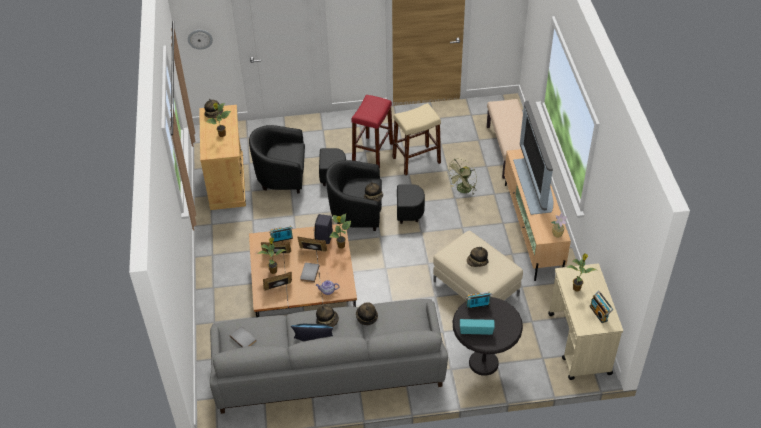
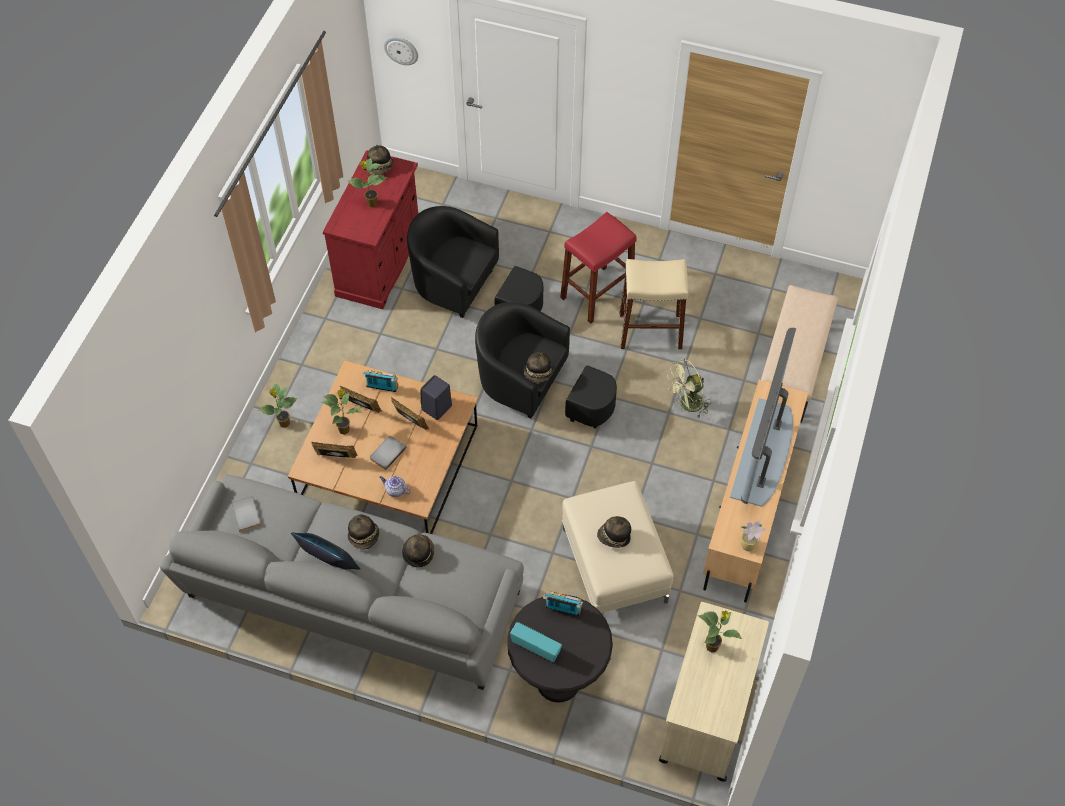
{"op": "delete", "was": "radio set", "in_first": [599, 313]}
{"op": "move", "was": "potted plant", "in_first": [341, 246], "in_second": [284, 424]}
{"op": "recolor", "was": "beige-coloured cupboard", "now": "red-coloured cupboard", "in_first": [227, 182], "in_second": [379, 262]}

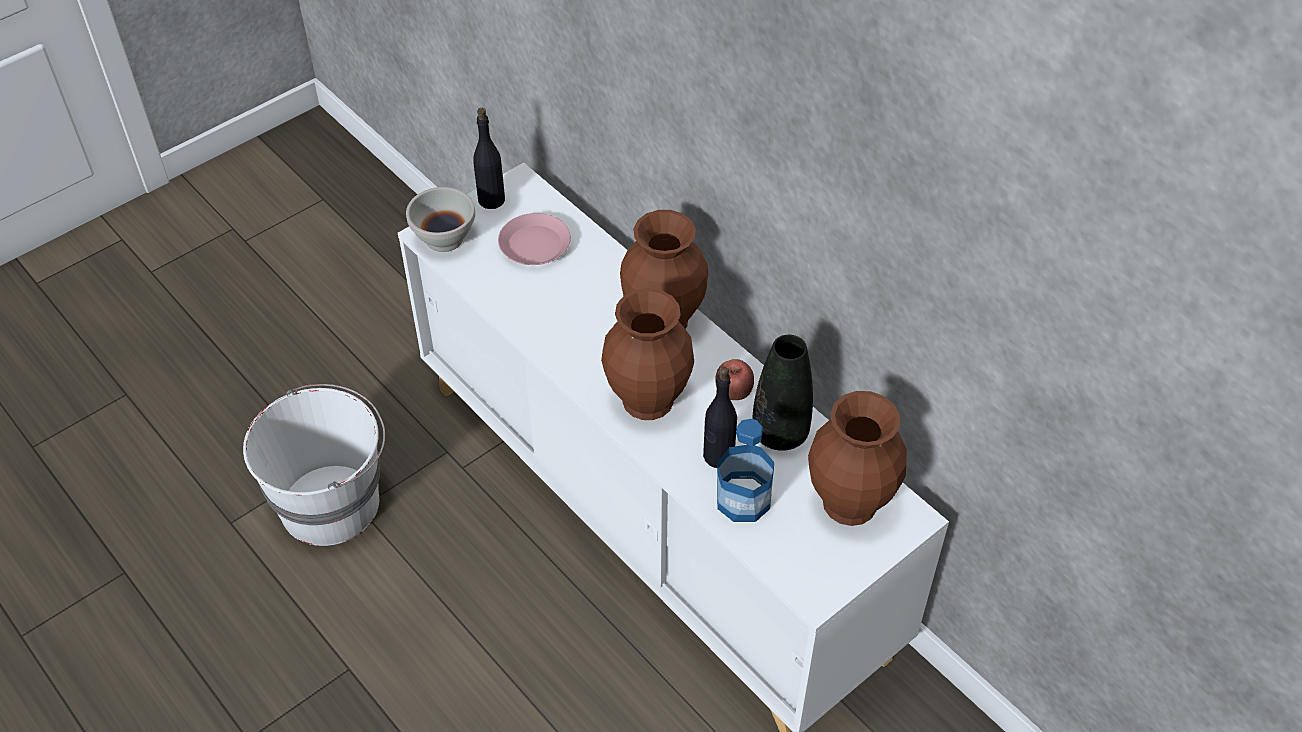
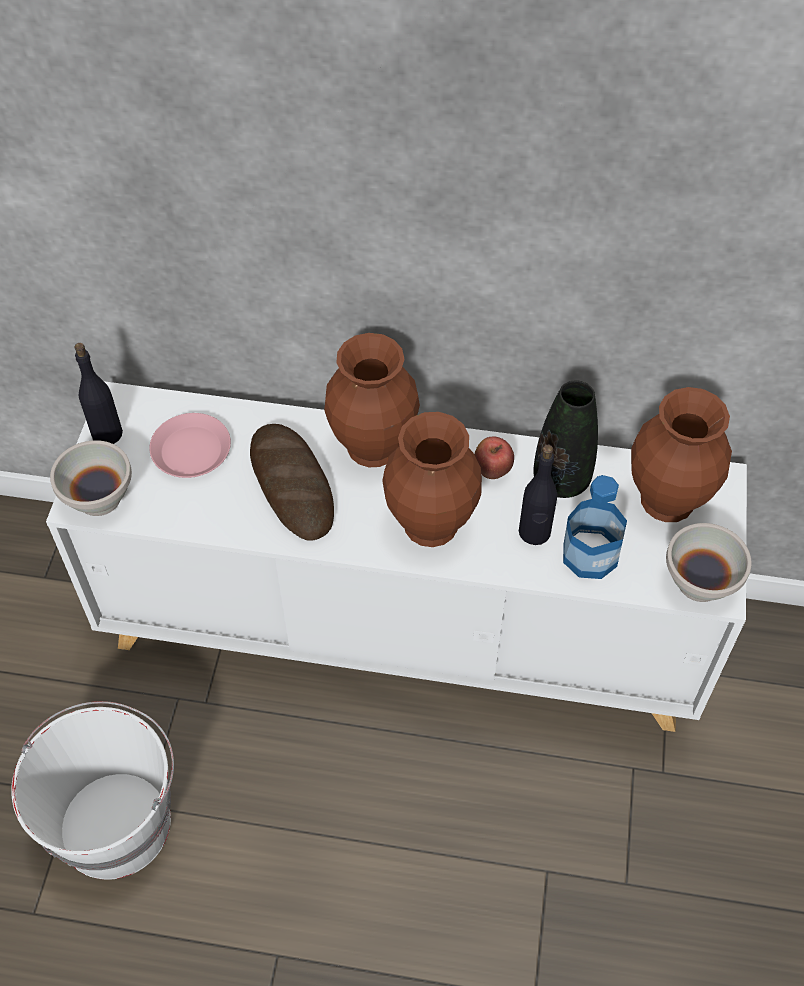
{"op": "insert", "now": "bakery bread", "in_second": [292, 485]}
{"op": "insert", "now": "whitish deep dish", "in_second": [698, 583]}

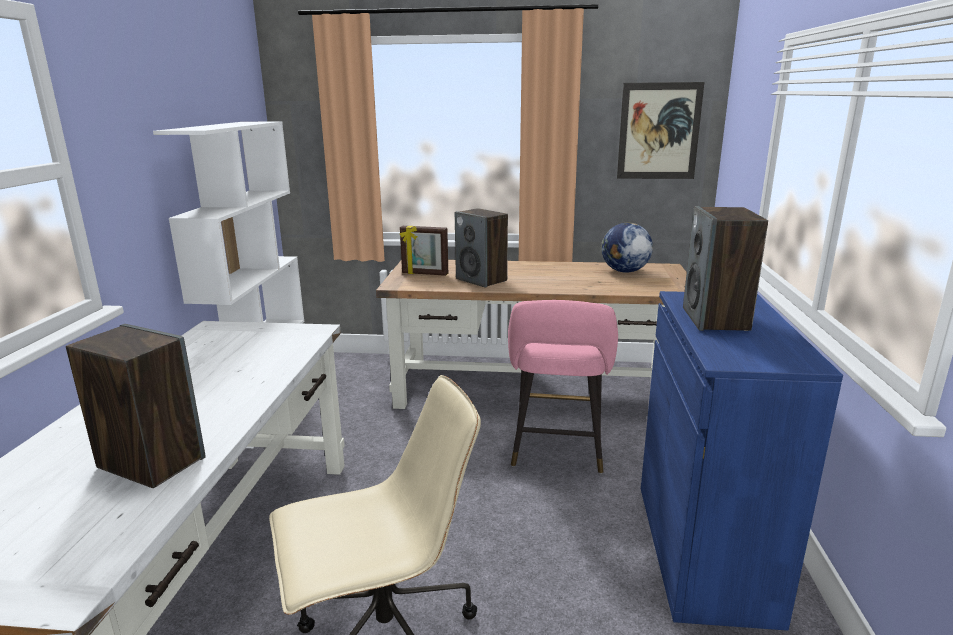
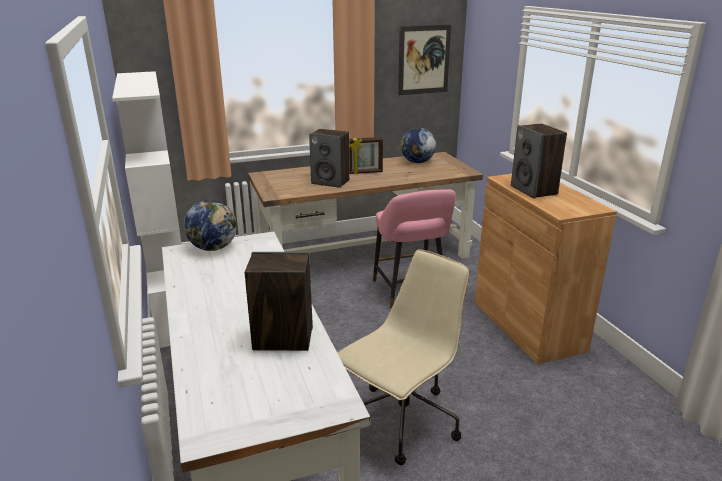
{"op": "insert", "now": "globe", "in_second": [213, 248]}
{"op": "move", "was": "standing frame", "in_first": [424, 274], "in_second": [365, 172]}
{"op": "recolor", "was": "blue-coloured cupboard", "now": "brownish cupboard", "in_first": [703, 549], "in_second": [528, 326]}

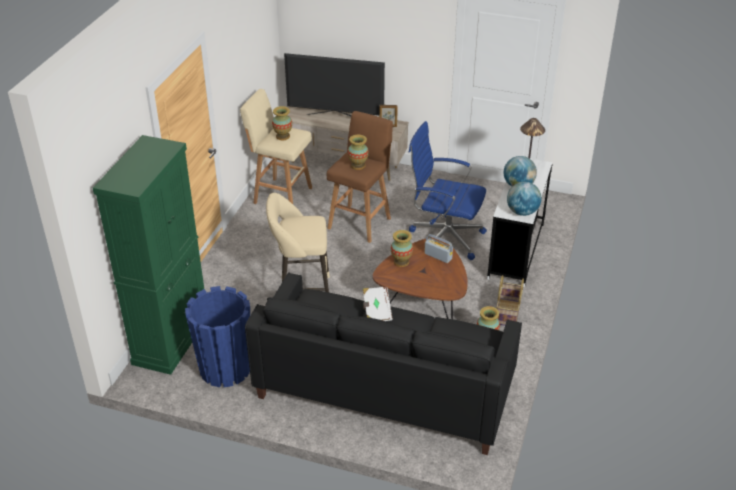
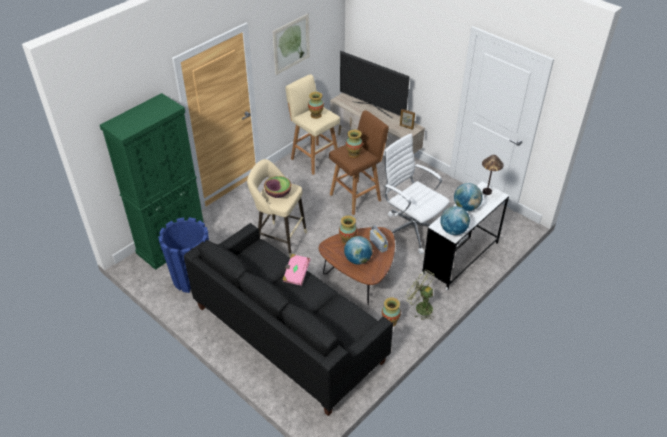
{"op": "insert", "now": "deep dish", "in_second": [278, 193]}
{"op": "insert", "now": "wall picture", "in_second": [291, 44]}
{"op": "insert", "now": "globe", "in_second": [358, 259]}
{"op": "replace", "was": "basket", "now": "green-coloured electric fan", "in_first": [508, 313], "in_second": [420, 307]}
{"op": "recolor", "was": "whitish volume", "now": "pink-coloured volume", "in_first": [376, 311], "in_second": [296, 274]}
{"op": "recolor", "was": "blue-coloured office chair", "now": "whitish office chair", "in_first": [444, 238], "in_second": [411, 229]}

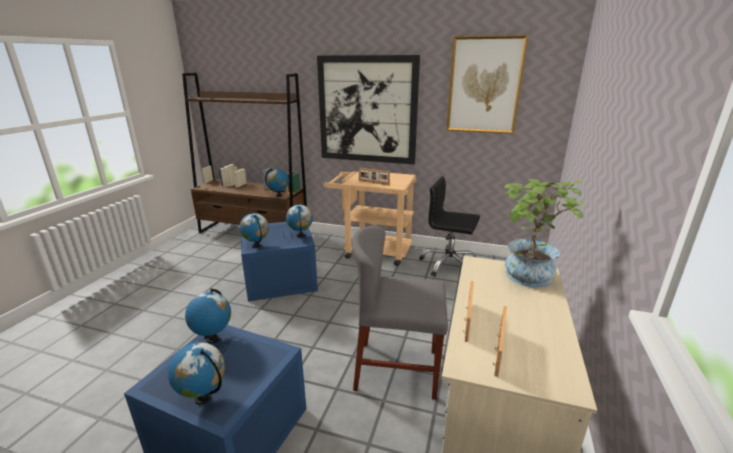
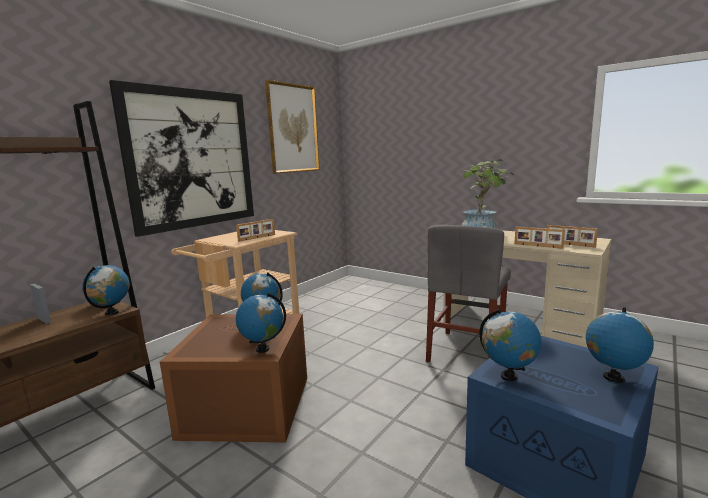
{"op": "delete", "was": "black-coloured office chair", "in_first": [449, 265]}
{"op": "recolor", "was": "blue-coloured storage bin", "now": "brownish storage bin", "in_first": [279, 278], "in_second": [245, 407]}

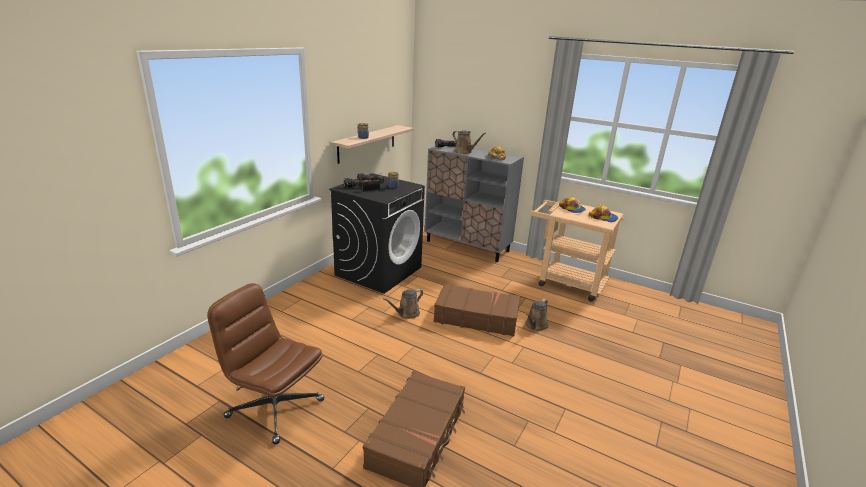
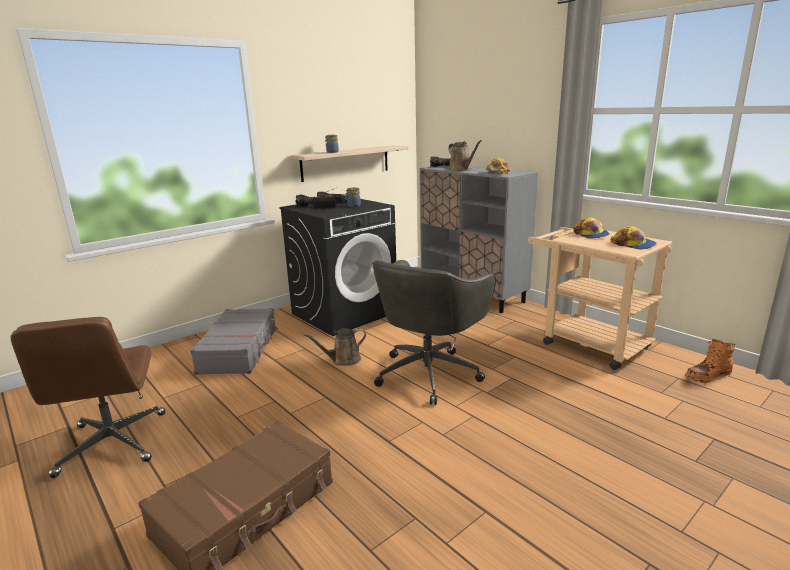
{"op": "delete", "was": "brownish watering pot", "in_first": [535, 326]}
{"op": "insert", "now": "grey piece of luggage", "in_second": [240, 350]}
{"op": "insert", "now": "orangey boot", "in_second": [707, 376]}
{"op": "replace", "was": "brownish piece of luggage", "now": "grey office chair", "in_first": [476, 317], "in_second": [429, 373]}
{"op": "rotate", "was": "brownish office chair", "in_first": [274, 408], "in_second": [113, 444], "clockwise": -150}

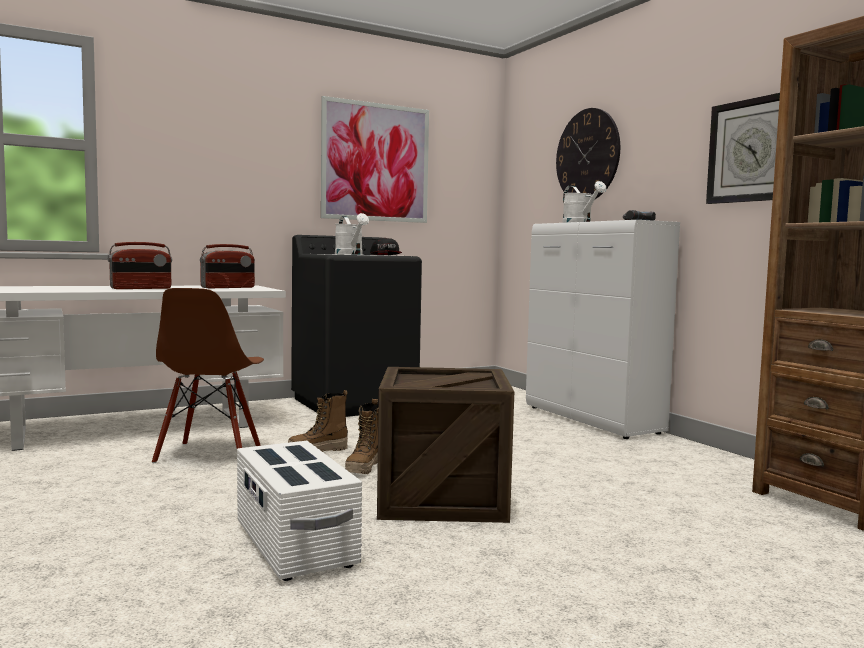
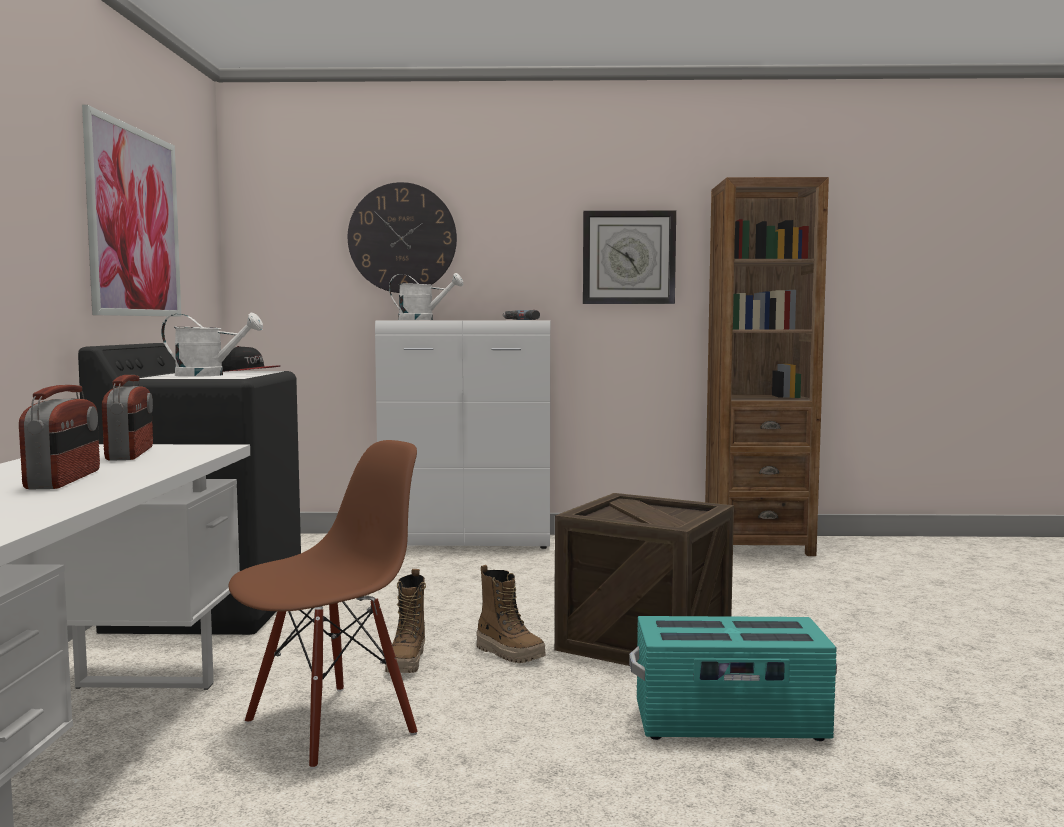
{"op": "recolor", "was": "whitish storage bin", "now": "turquoise-coloured storage bin", "in_first": [294, 544], "in_second": [730, 723]}
{"op": "rotate", "was": "brownish plain chair", "in_first": [210, 455], "in_second": [330, 726], "clockwise": -75}

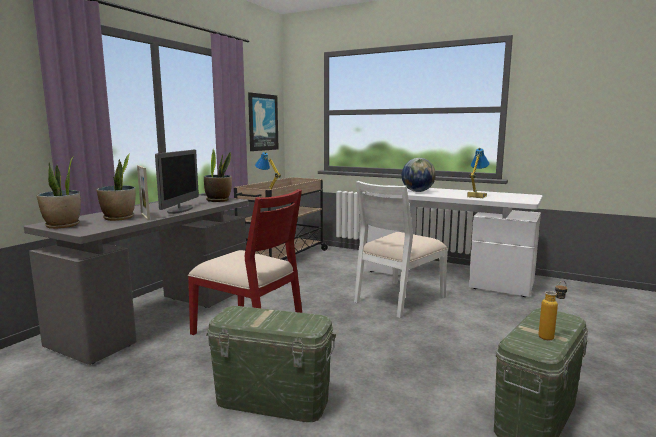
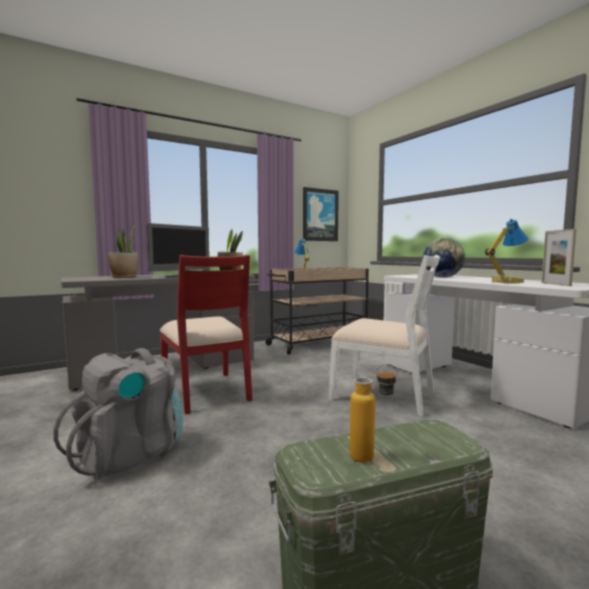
{"op": "delete", "was": "potted plant", "in_first": [63, 226]}
{"op": "move", "was": "standing frame", "in_first": [145, 217], "in_second": [555, 284]}
{"op": "replace", "was": "green-coloured storage bin", "now": "grey rucksack", "in_first": [272, 400], "in_second": [130, 454]}
{"op": "rotate", "was": "whitish plain chair", "in_first": [398, 299], "in_second": [383, 395], "clockwise": -135}

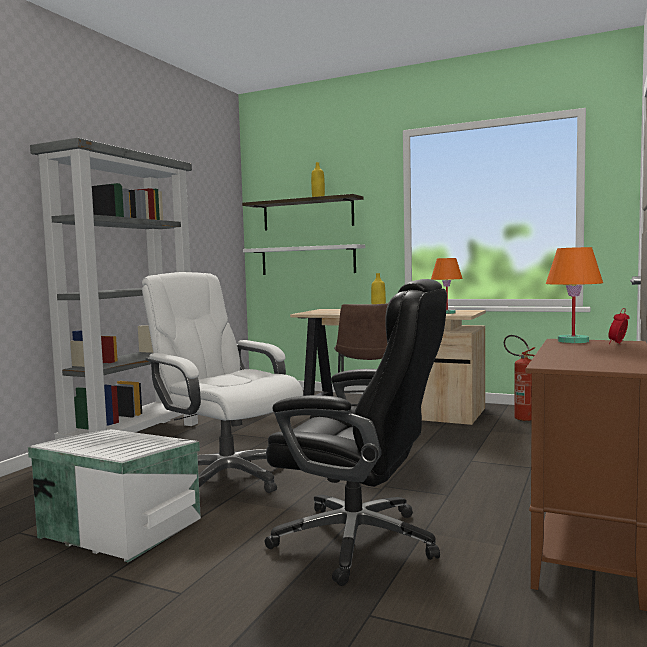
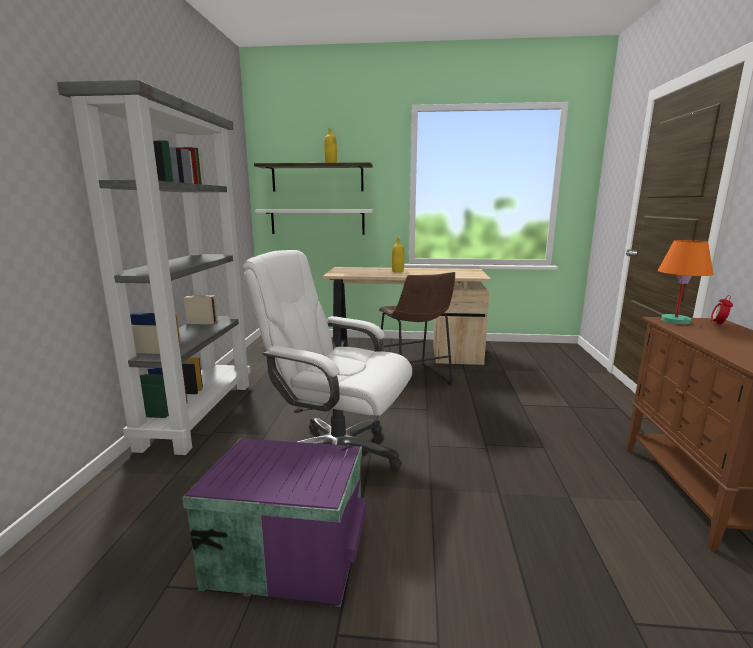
{"op": "delete", "was": "black-coloured office chair", "in_first": [359, 541]}
{"op": "delete", "was": "orangey lamp for a table", "in_first": [446, 313]}
{"op": "delete", "was": "fire extinguisher", "in_first": [519, 417]}
{"op": "recolor", "was": "whitish storage bin", "now": "purple storage bin", "in_first": [121, 526], "in_second": [287, 549]}

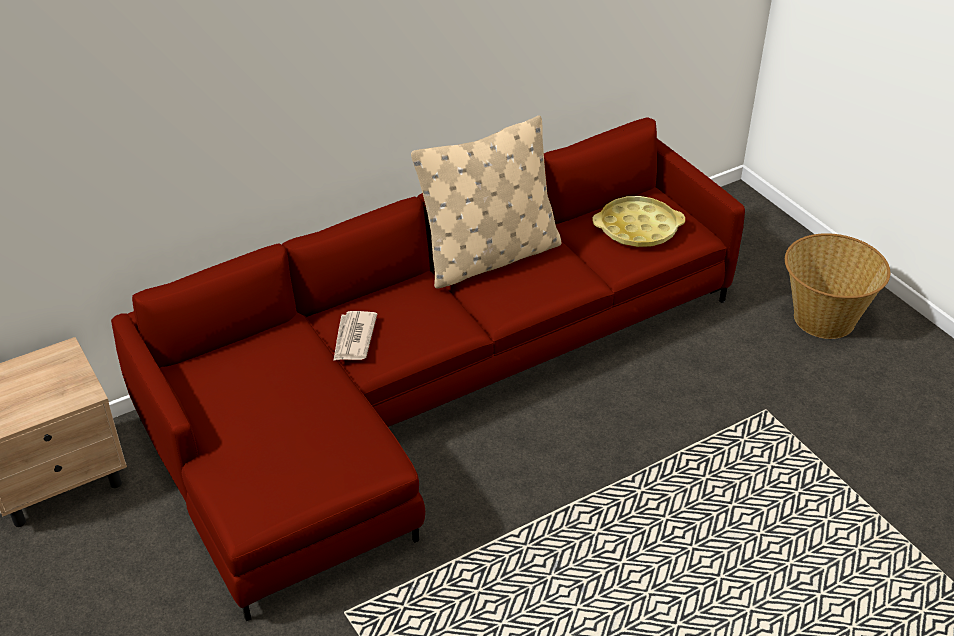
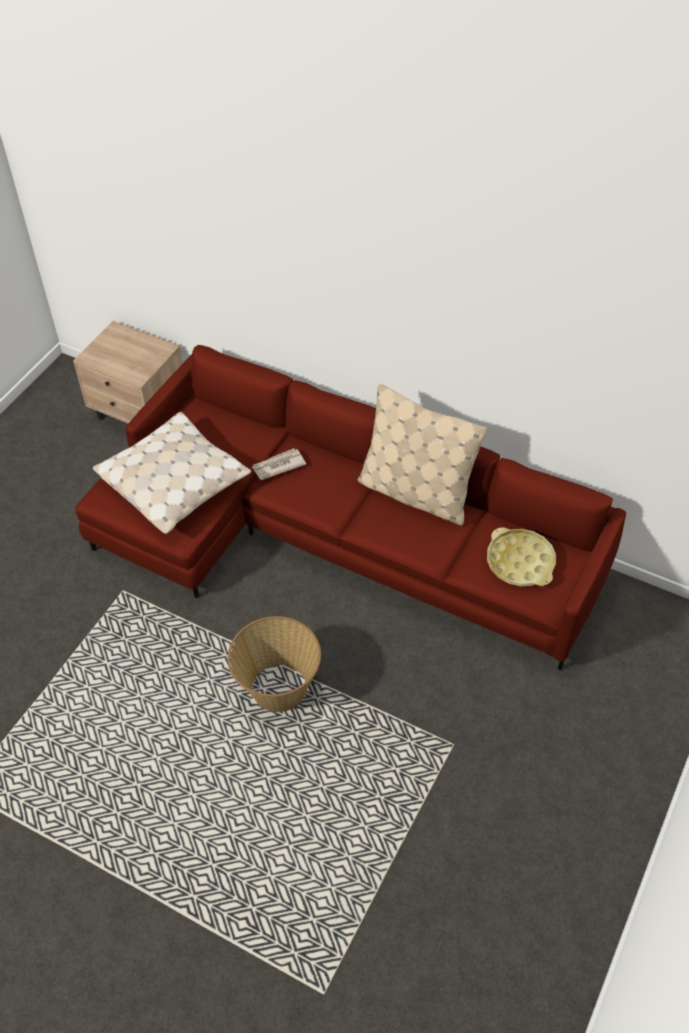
{"op": "insert", "now": "beige-coloured pillow", "in_second": [175, 482]}
{"op": "move", "was": "basket", "in_first": [823, 319], "in_second": [278, 688]}

